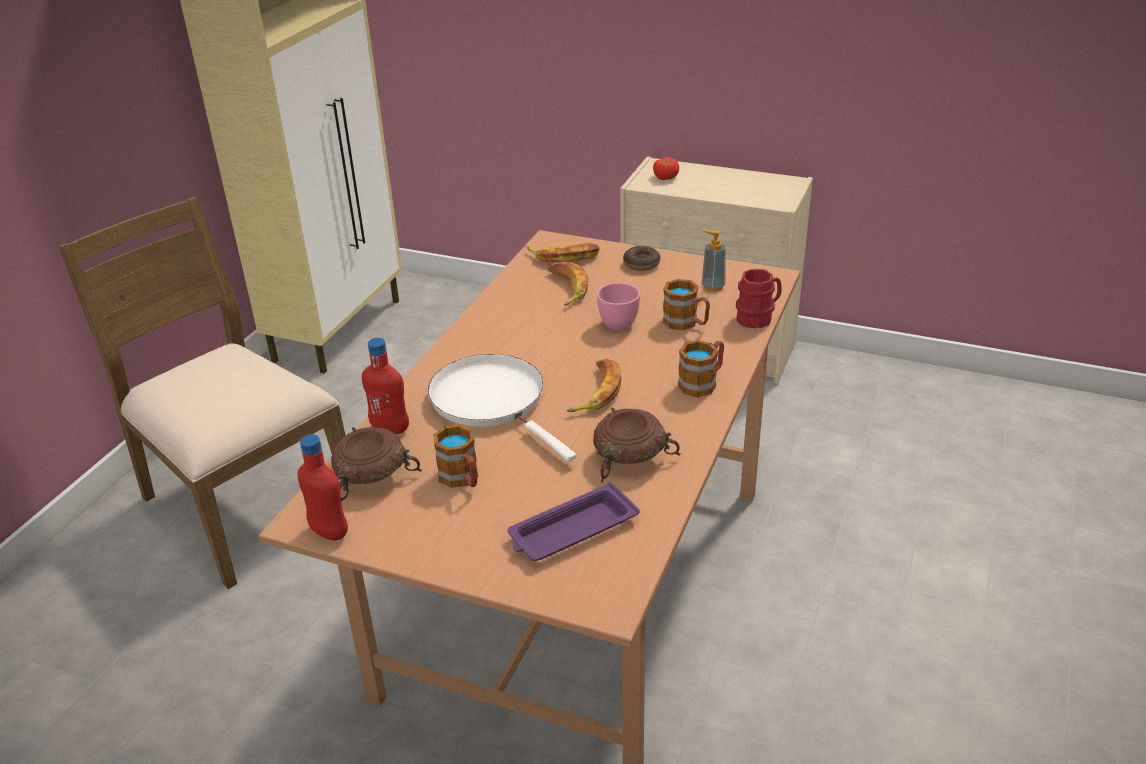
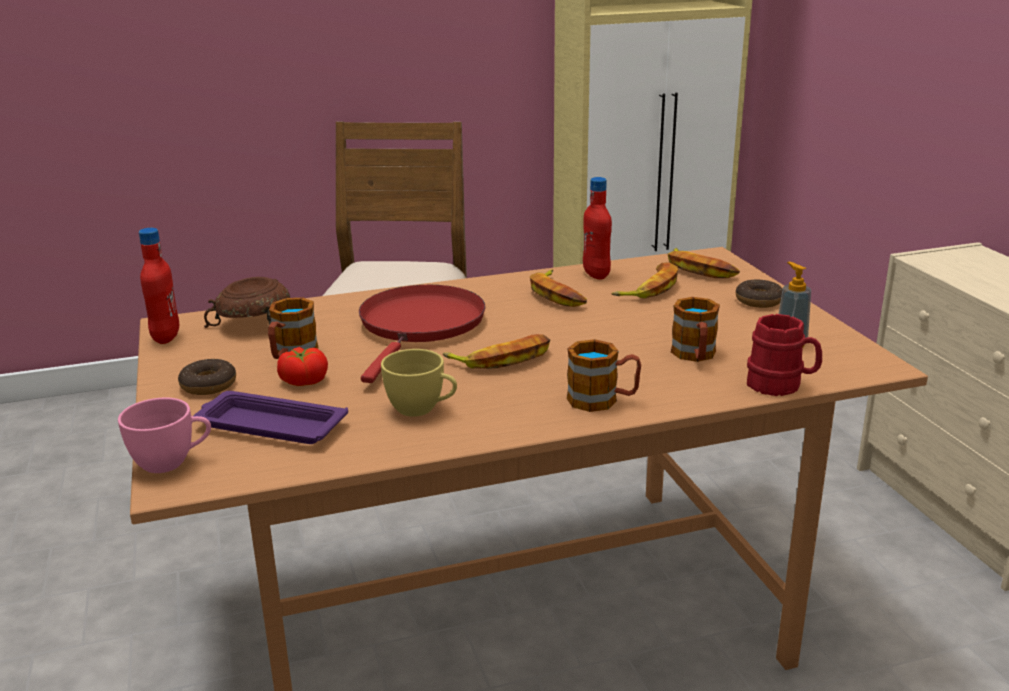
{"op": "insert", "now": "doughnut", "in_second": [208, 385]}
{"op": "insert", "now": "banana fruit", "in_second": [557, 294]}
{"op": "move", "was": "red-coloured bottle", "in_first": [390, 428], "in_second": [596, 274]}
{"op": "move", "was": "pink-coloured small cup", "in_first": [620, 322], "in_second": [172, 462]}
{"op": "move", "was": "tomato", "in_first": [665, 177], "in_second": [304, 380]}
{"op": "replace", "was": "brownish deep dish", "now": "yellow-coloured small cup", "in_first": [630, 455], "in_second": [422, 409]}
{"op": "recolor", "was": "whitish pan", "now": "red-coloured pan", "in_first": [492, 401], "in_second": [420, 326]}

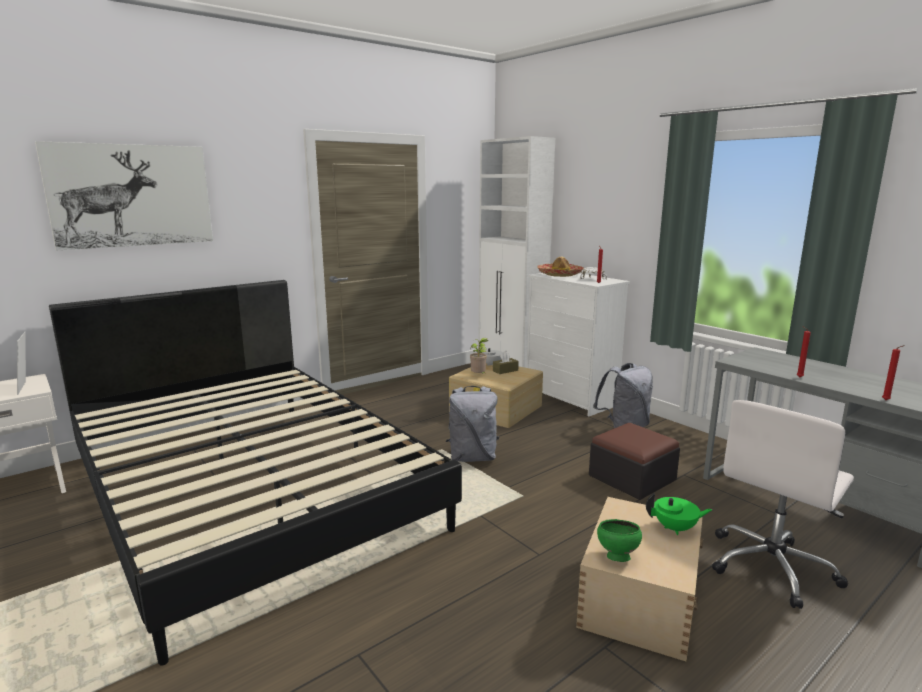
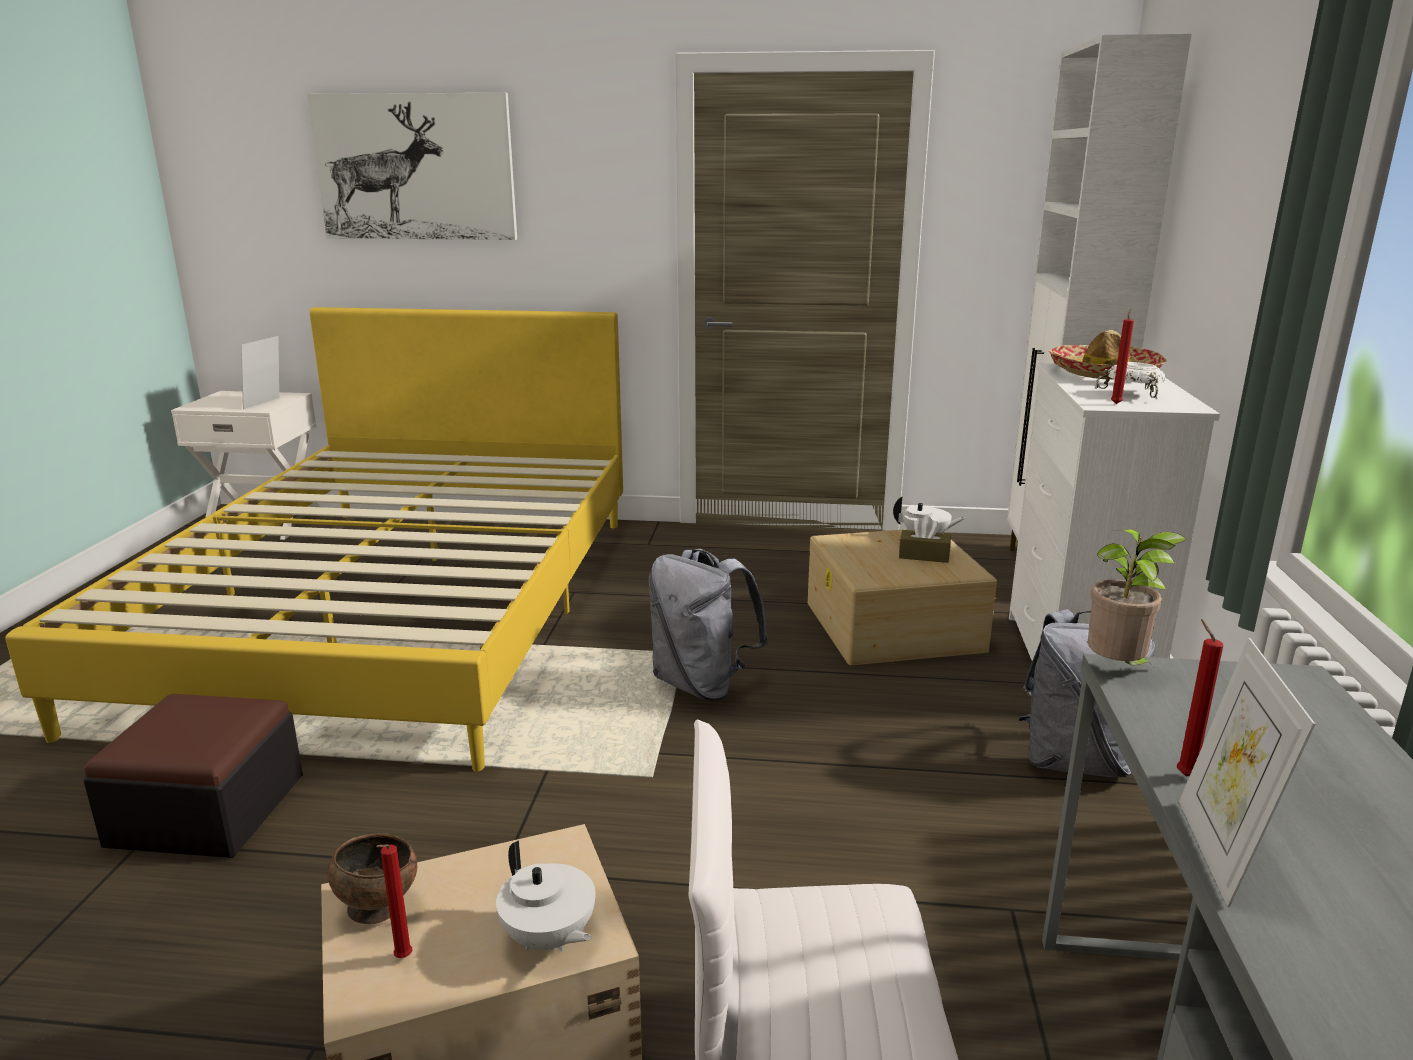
{"op": "insert", "now": "standing frame", "in_second": [1219, 852]}
{"op": "move", "was": "potted plant", "in_first": [479, 376], "in_second": [1118, 670]}
{"op": "move", "was": "footrest", "in_first": [632, 478], "in_second": [207, 810]}
{"op": "move", "was": "red-coloured wax light", "in_first": [887, 400], "in_second": [401, 959]}
{"op": "recolor", "was": "black-coloured bedroom bed", "now": "yellow-coloured bedroom bed", "in_first": [250, 491], "in_second": [398, 608]}
{"op": "recolor", "was": "green-coloured deep dish", "now": "brownish deep dish", "in_first": [616, 557], "in_second": [377, 910]}
{"op": "recolor", "was": "green-coloured tea pot", "now": "whitish tea pot", "in_first": [675, 528], "in_second": [549, 938]}

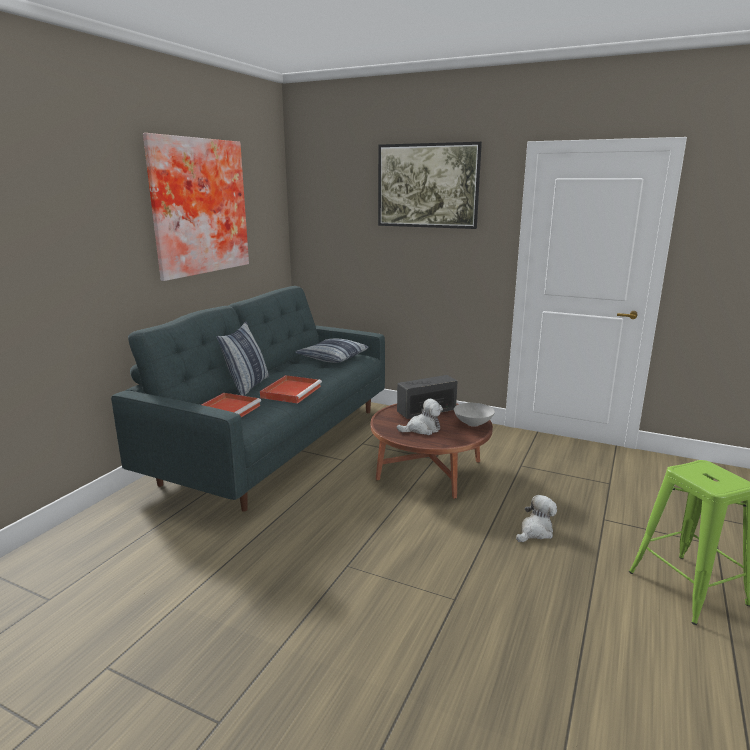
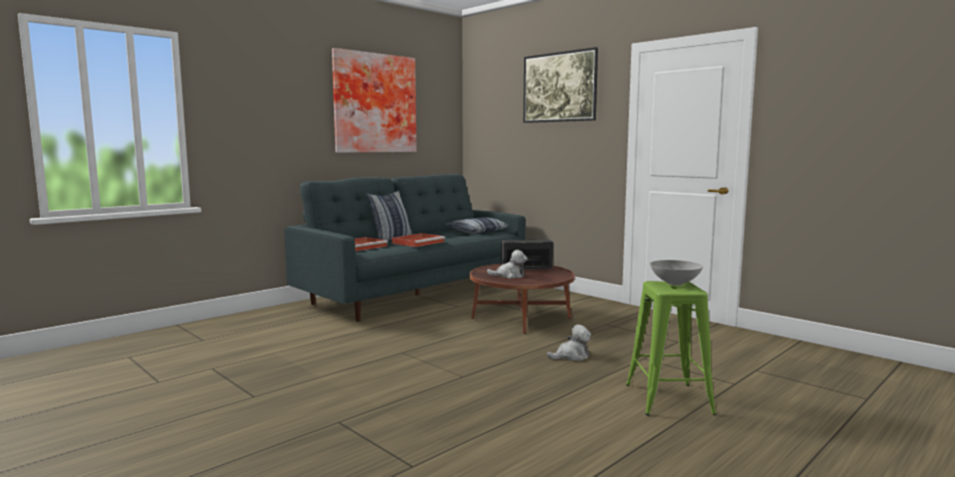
{"op": "move", "was": "grey deep dish", "in_first": [473, 423], "in_second": [675, 283]}

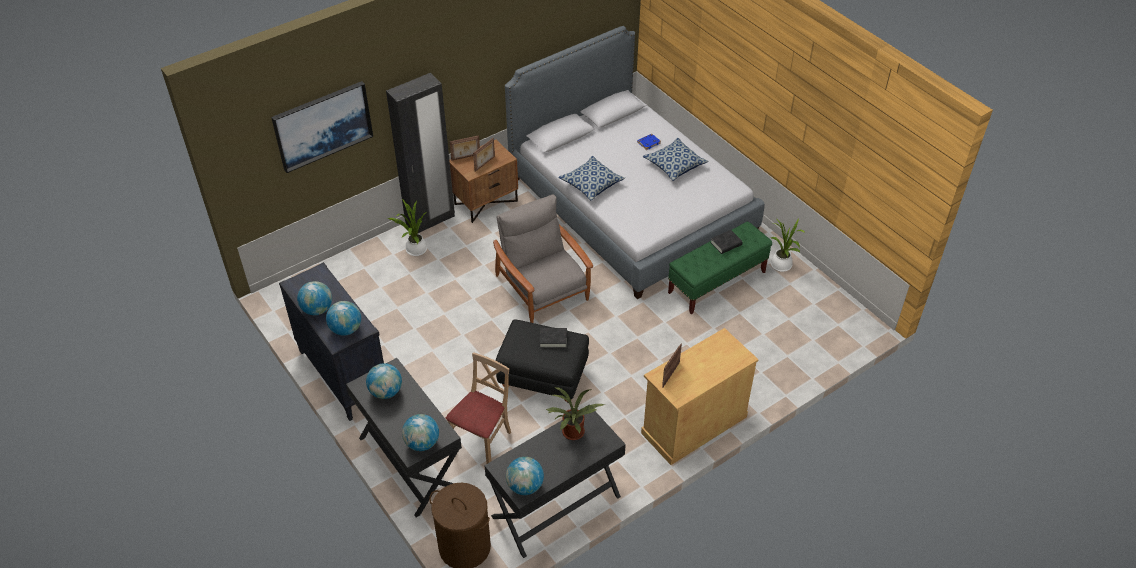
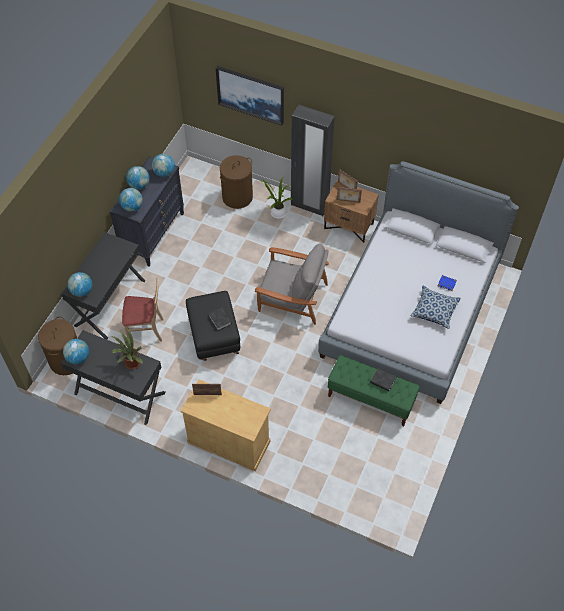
{"op": "delete", "was": "pillow", "in_first": [591, 184]}
{"op": "delete", "was": "potted plant", "in_first": [781, 266]}
{"op": "insert", "now": "brownish laundry basket", "in_second": [237, 197]}
{"op": "move", "was": "globe", "in_first": [386, 392], "in_second": [164, 172]}
{"op": "rotate", "was": "grey armchair", "in_first": [542, 288], "in_second": [292, 298], "clockwise": 75}

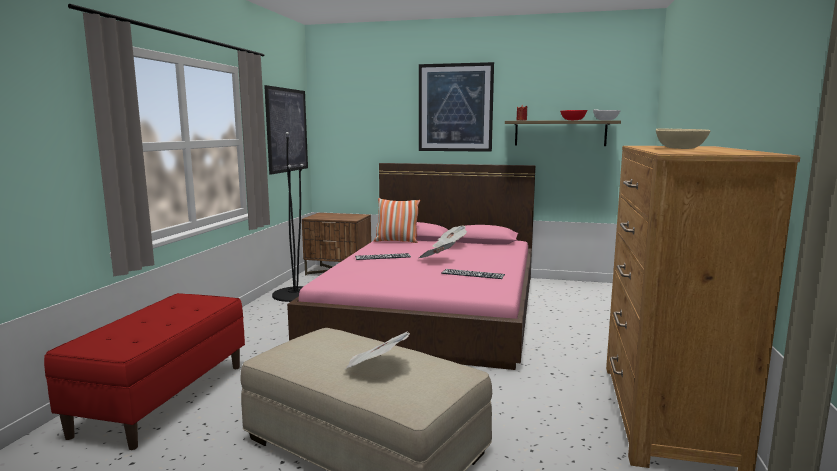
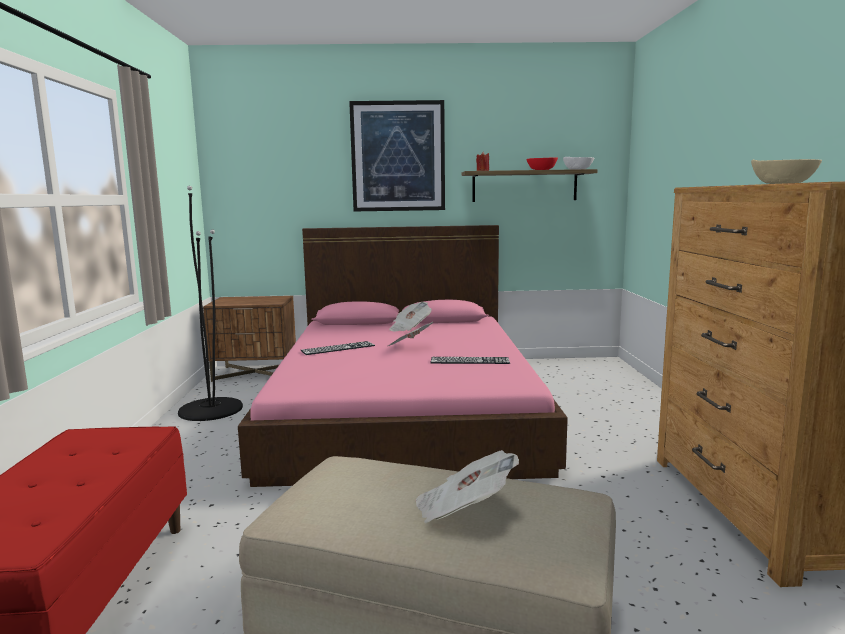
{"op": "delete", "was": "wall picture", "in_first": [287, 130]}
{"op": "delete", "was": "pillow", "in_first": [396, 241]}

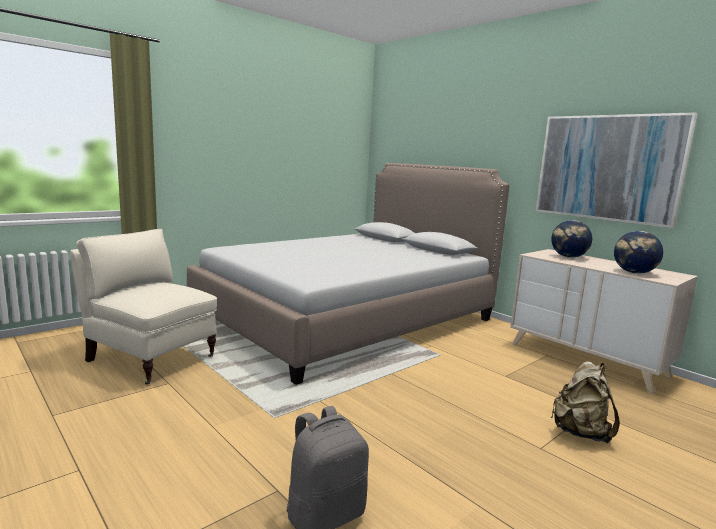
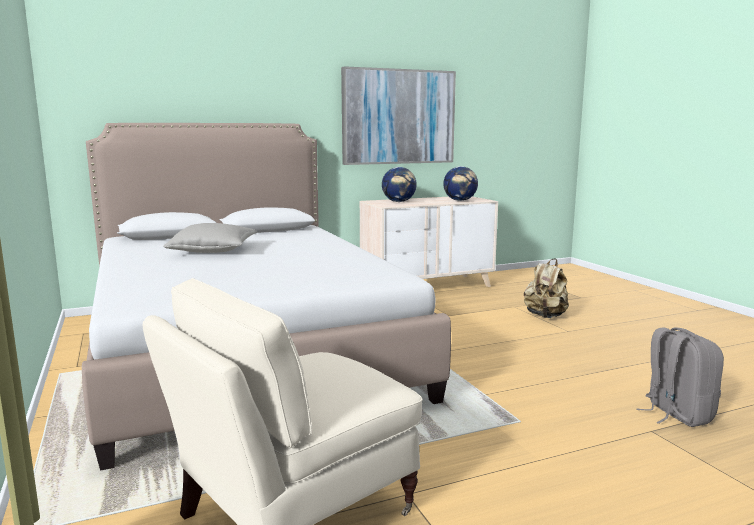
{"op": "insert", "now": "grey pillow", "in_second": [213, 250]}

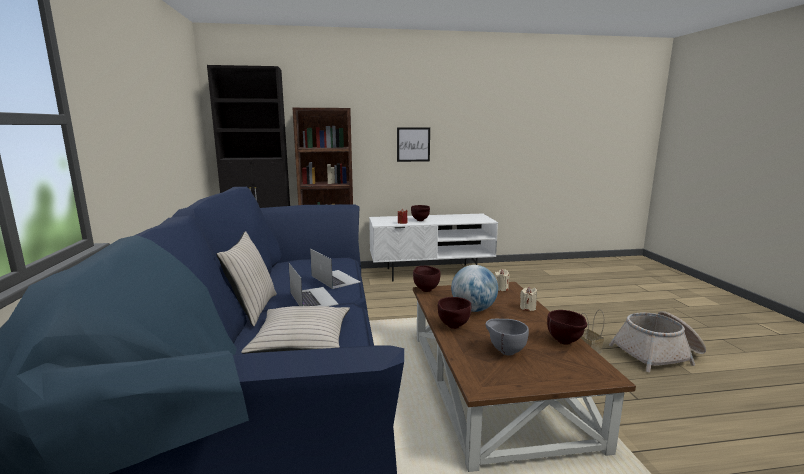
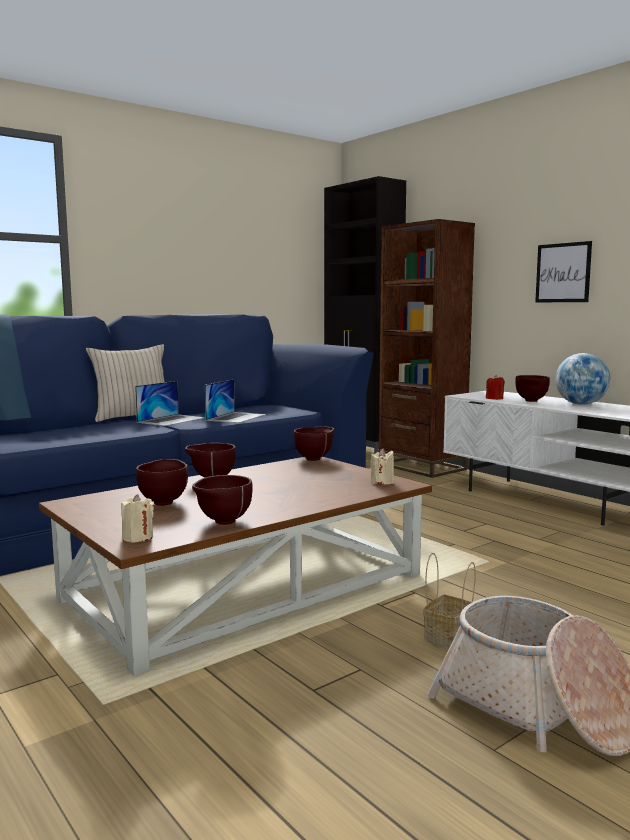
{"op": "delete", "was": "beige-coloured pillow", "in_first": [301, 341]}
{"op": "move", "was": "globe", "in_first": [473, 309], "in_second": [580, 404]}
{"op": "move", "was": "beige-coloured wax light", "in_first": [527, 308], "in_second": [137, 537]}
{"op": "recolor", "was": "grey deep dish", "now": "brownish deep dish", "in_first": [505, 351], "in_second": [164, 502]}

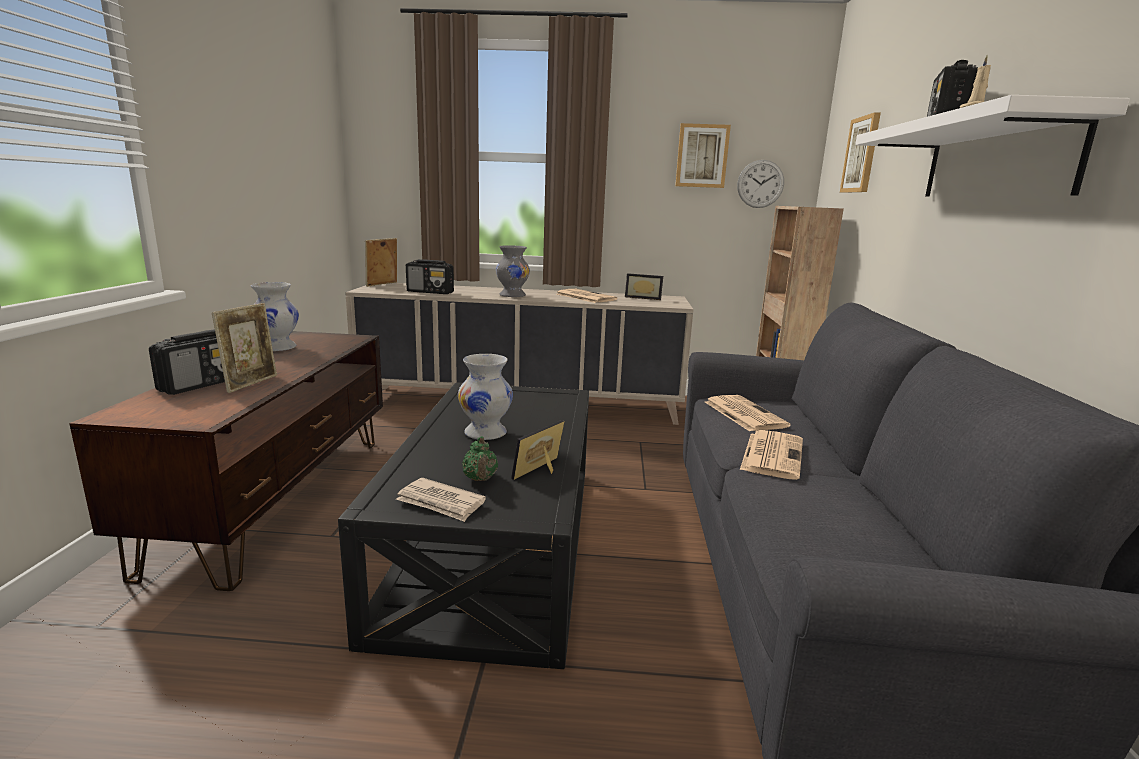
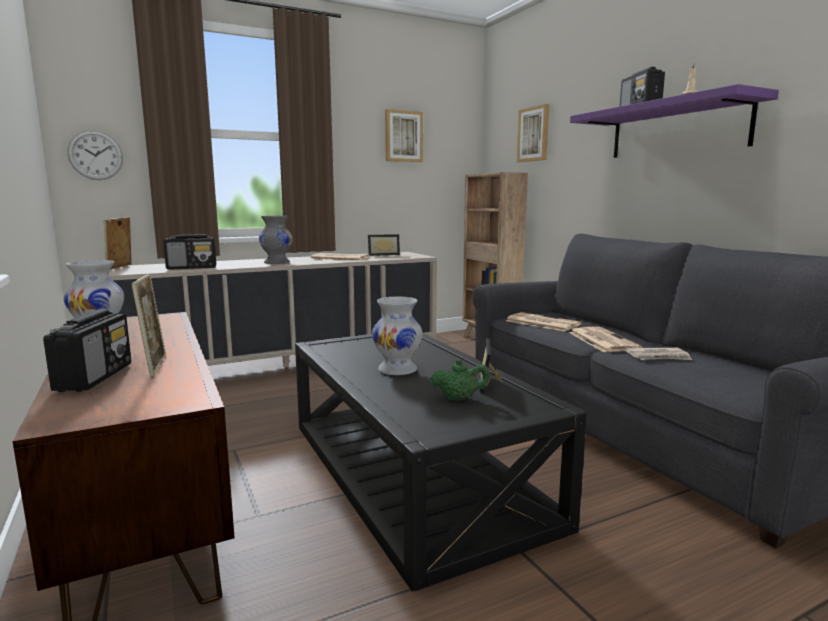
{"op": "move", "was": "daily paper", "in_first": [441, 503], "in_second": [658, 357]}
{"op": "move", "was": "clock on the wall", "in_first": [760, 184], "in_second": [95, 155]}
{"op": "recolor", "was": "whitish shelf", "now": "purple shelf", "in_first": [996, 159], "in_second": [677, 129]}
{"op": "rotate", "was": "green-coloured tea pot", "in_first": [480, 479], "in_second": [459, 398], "clockwise": -45}

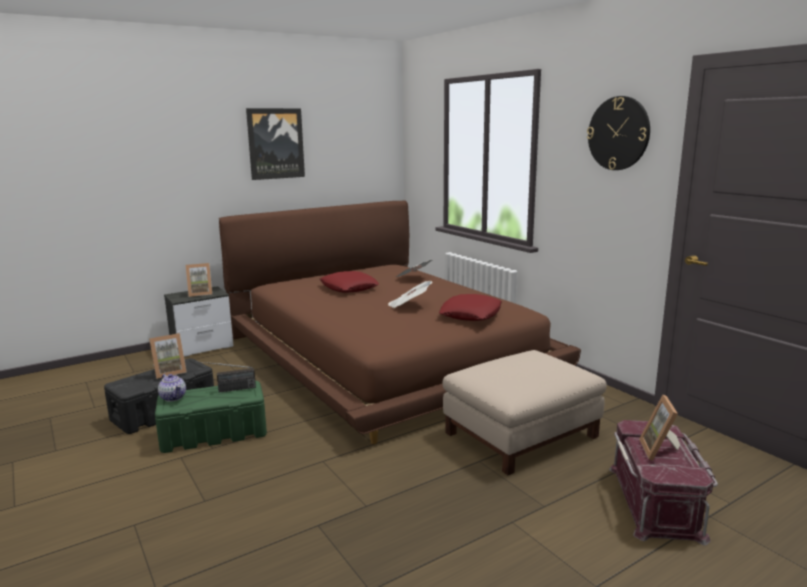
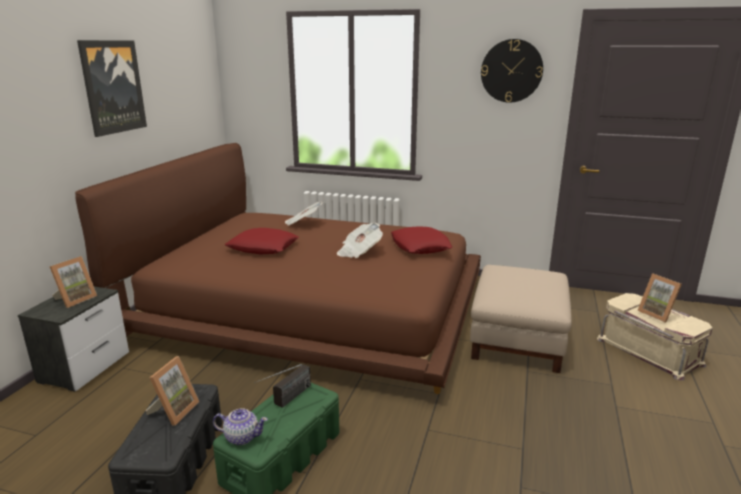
{"op": "recolor", "was": "red-coloured storage bin", "now": "beige-coloured storage bin", "in_first": [656, 502], "in_second": [650, 351]}

